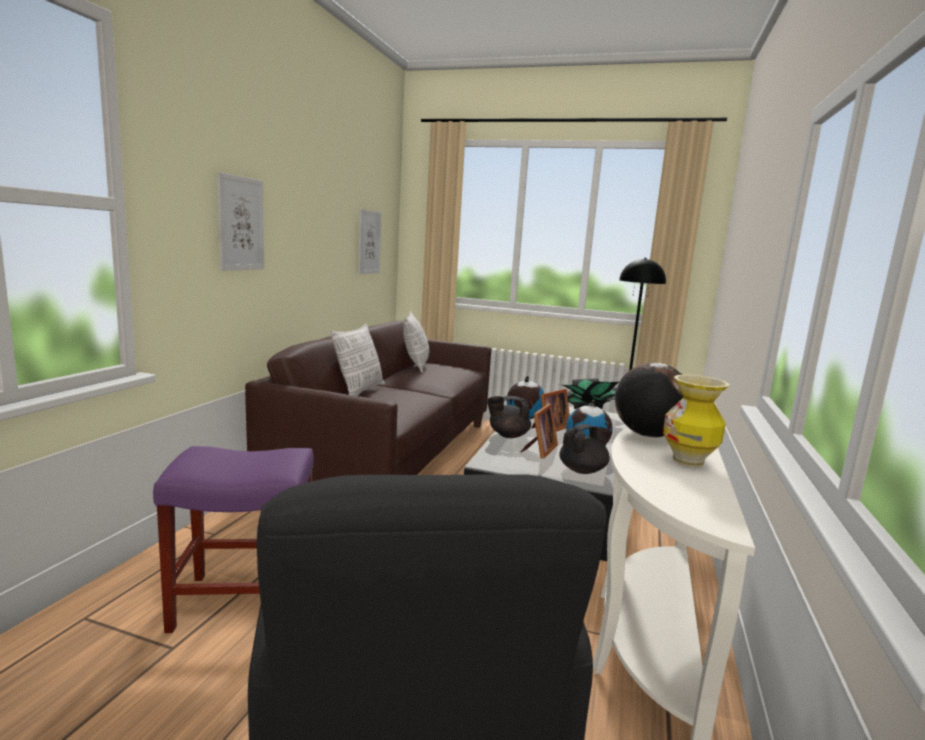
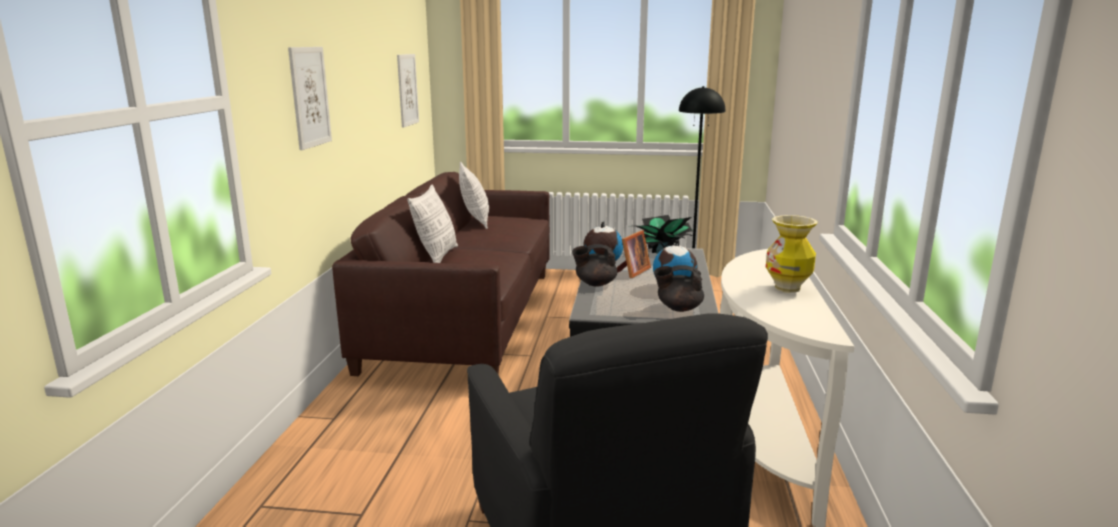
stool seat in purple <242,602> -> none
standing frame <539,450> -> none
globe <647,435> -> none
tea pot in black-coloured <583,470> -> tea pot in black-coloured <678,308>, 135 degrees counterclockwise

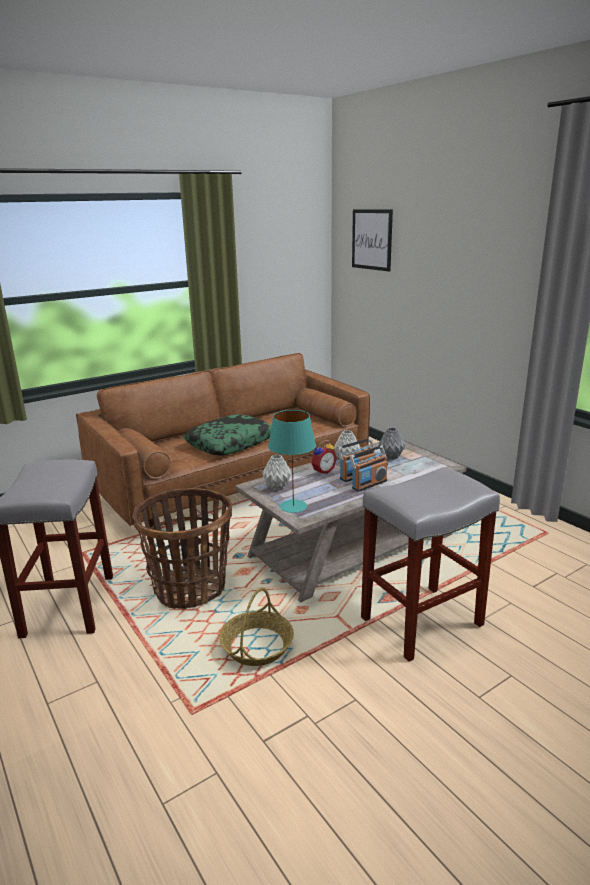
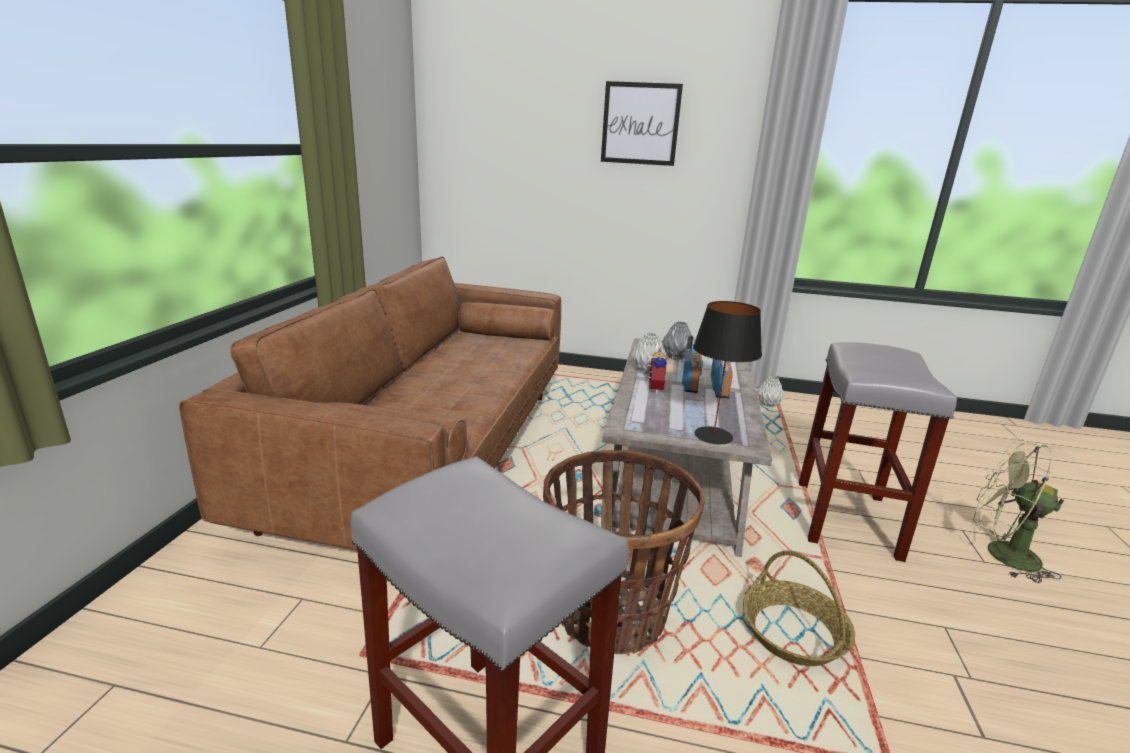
pillow <230,443> -> none
none -> fan in greenish <1000,554>
vase in grey <278,487> -> vase in grey <769,405>, move
picture <372,239> -> picture <640,124>, move
lamp for a table in turquoise <293,506> -> lamp for a table in black-coloured <712,435>

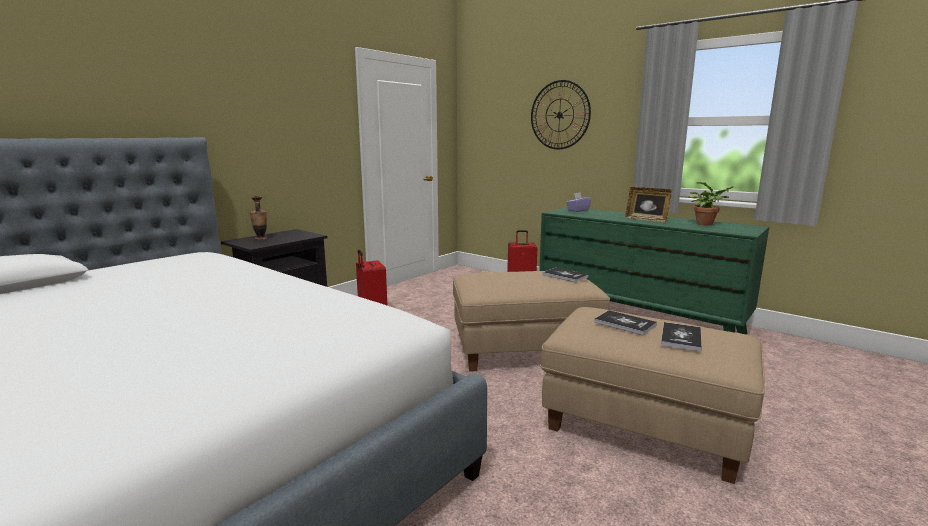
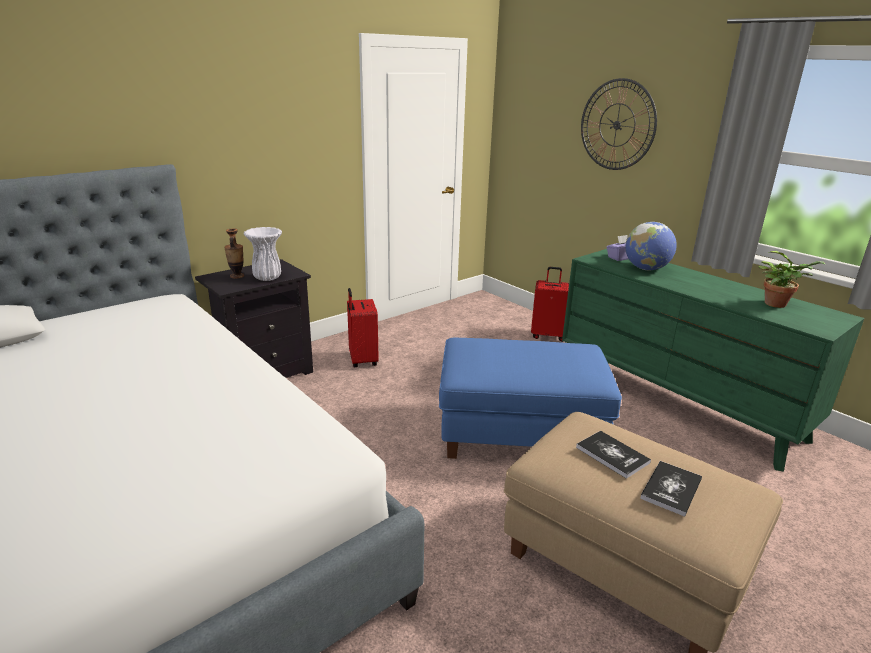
bound book <565,276> -> none
standing frame <646,220> -> none
none -> vase in white-coloured <266,278>
none -> globe <646,269>
pouffe in sand-coloured <524,349> -> pouffe in blue-coloured <520,433>

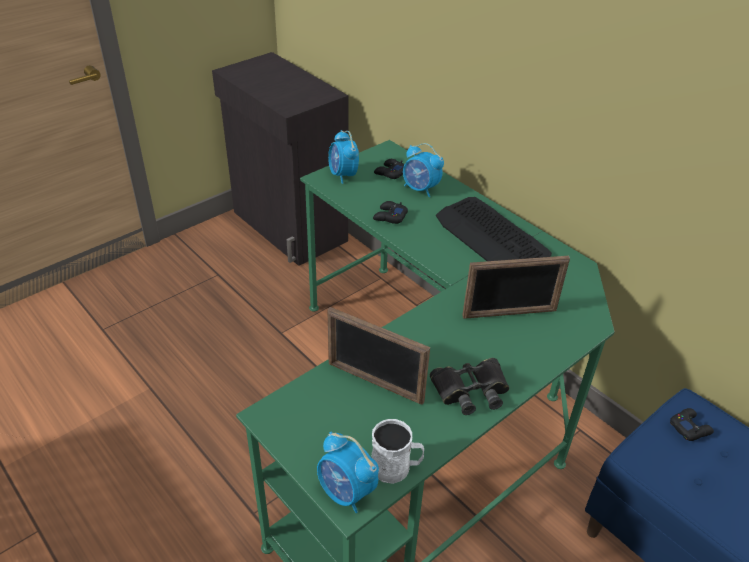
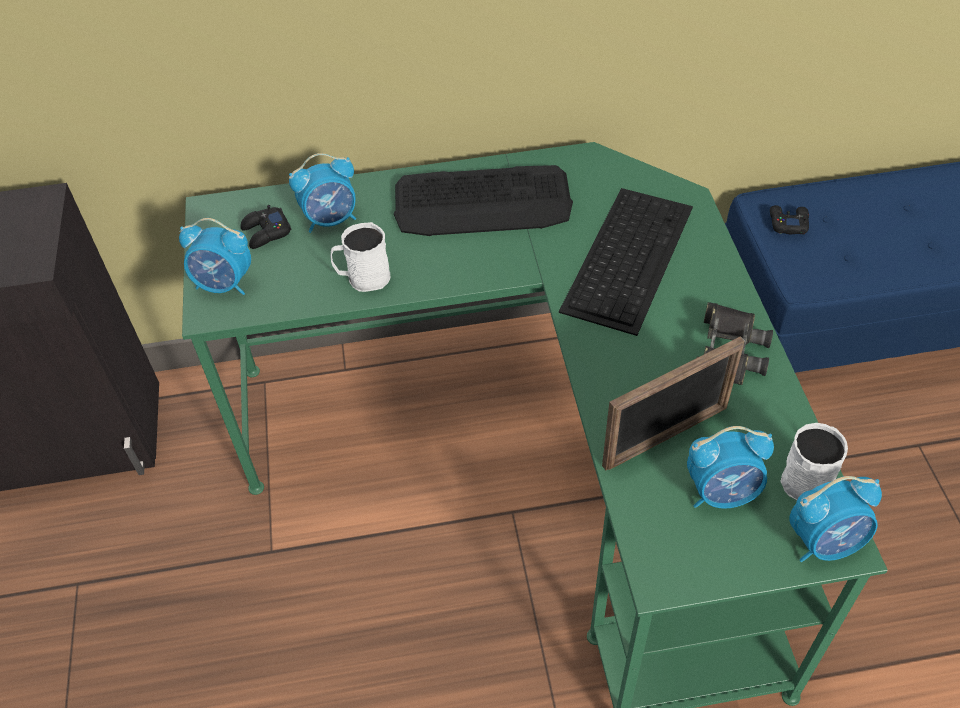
none -> alarm clock <722,492>
game controller in black-coloured <389,216> -> tea mug in white-coloured <363,278>
standing frame <509,314> -> PC keyboard <628,256>

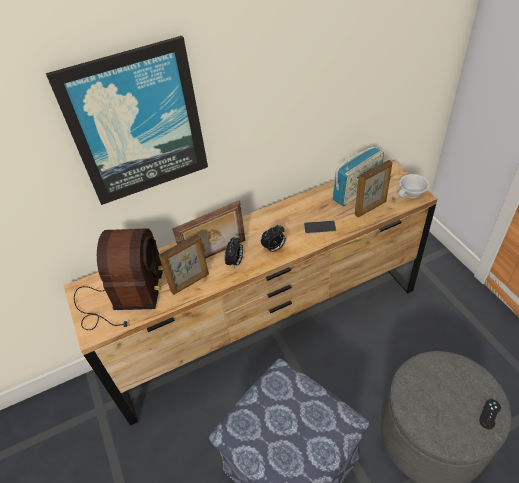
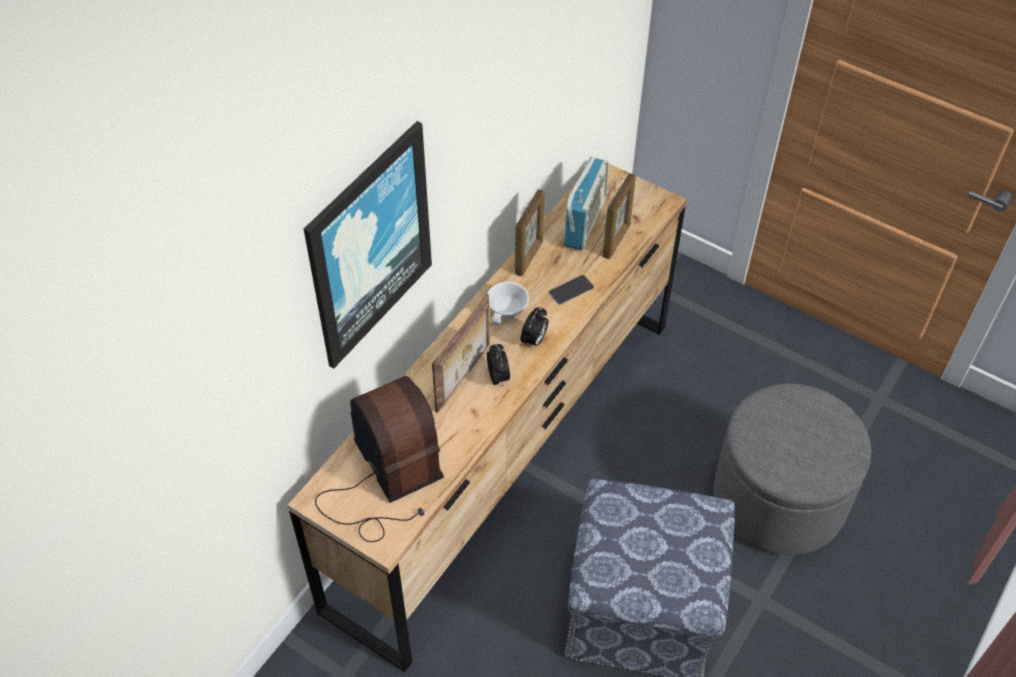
game controller in black-coloured <489,414> -> none
standing frame <190,283> -> standing frame <529,257>, move
small cup in white-coloured <412,193> -> small cup in white-coloured <508,311>, move

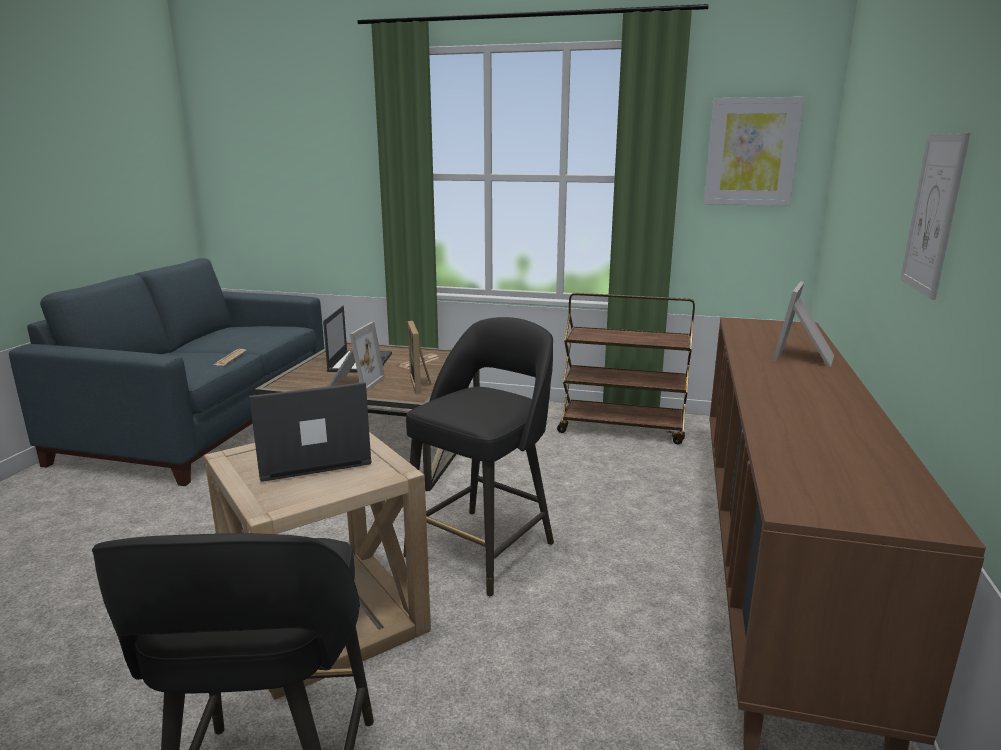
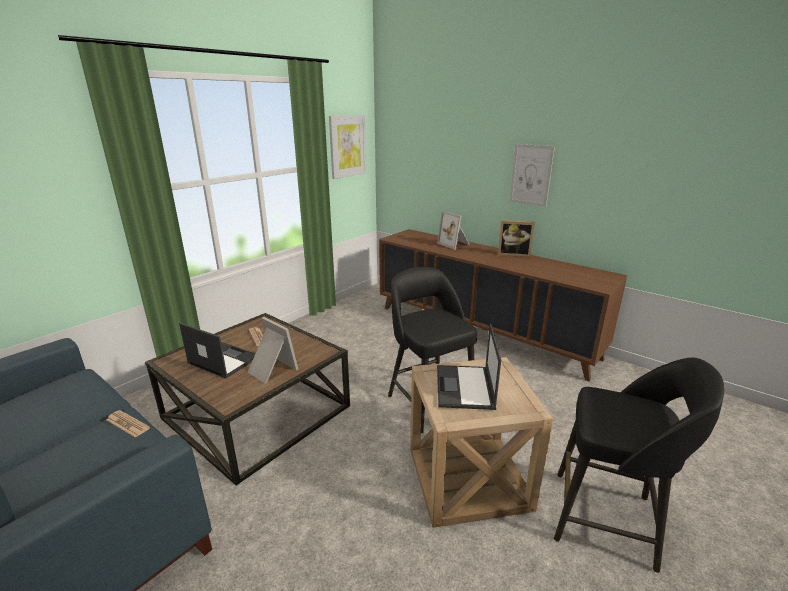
cart in brown-coloured <622,428> -> none
standing frame <421,384> -> standing frame <513,254>, move

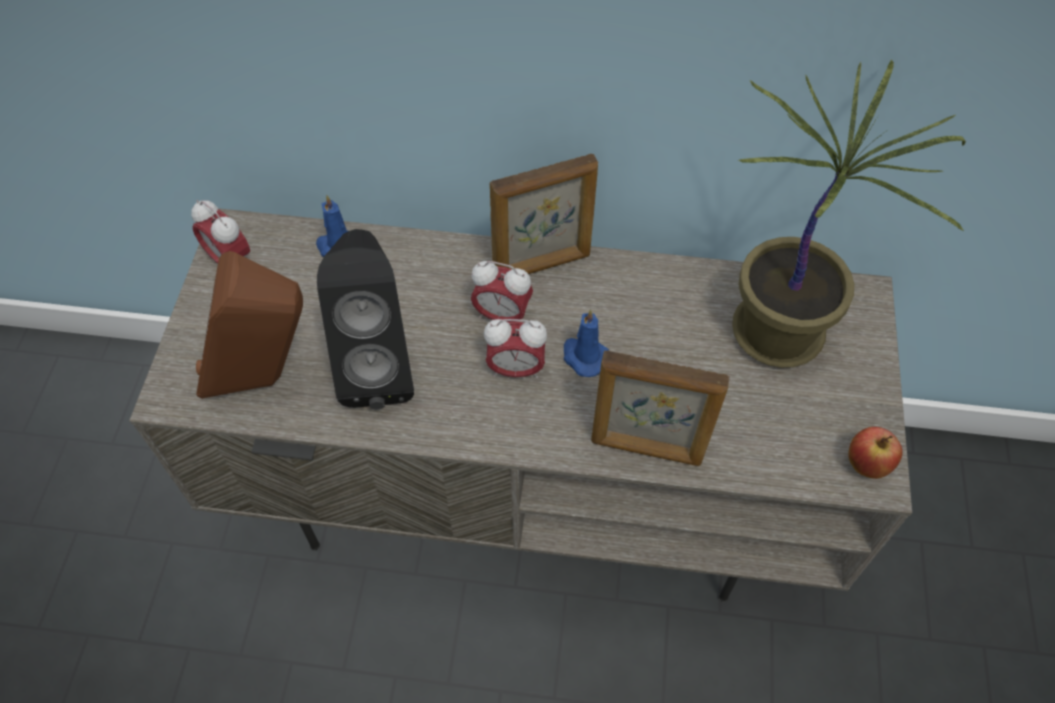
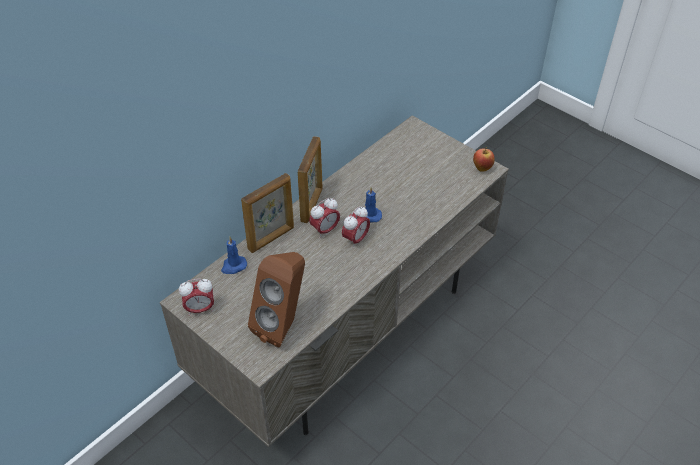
loudspeaker in black-coloured <378,366> -> none
plant in a pot <779,331> -> none
standing frame <646,449> -> standing frame <271,238>, move

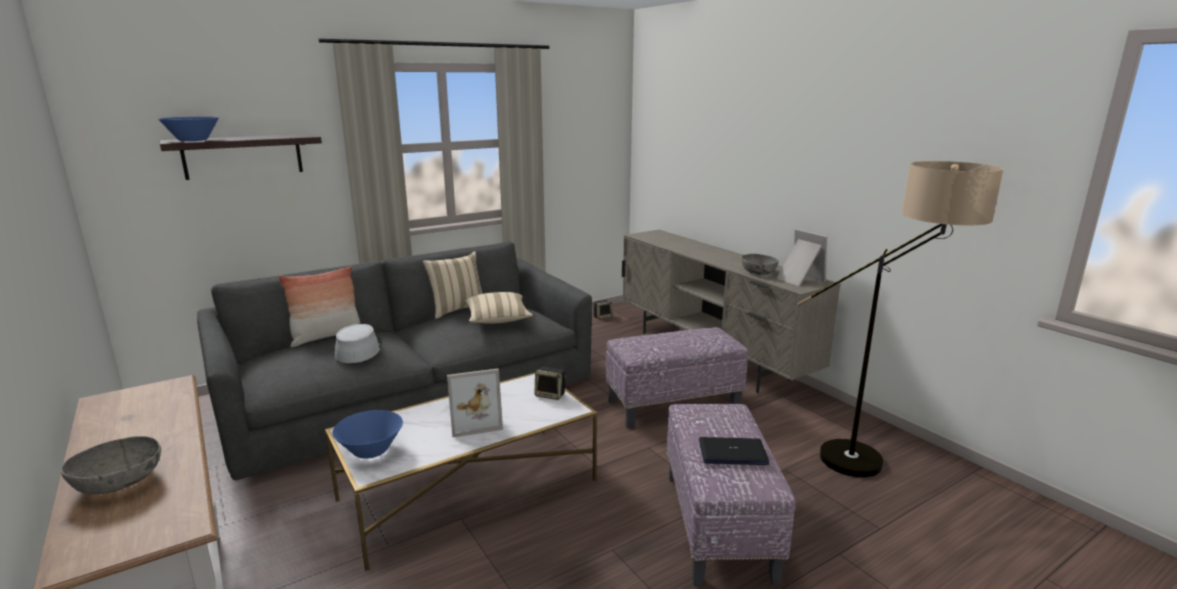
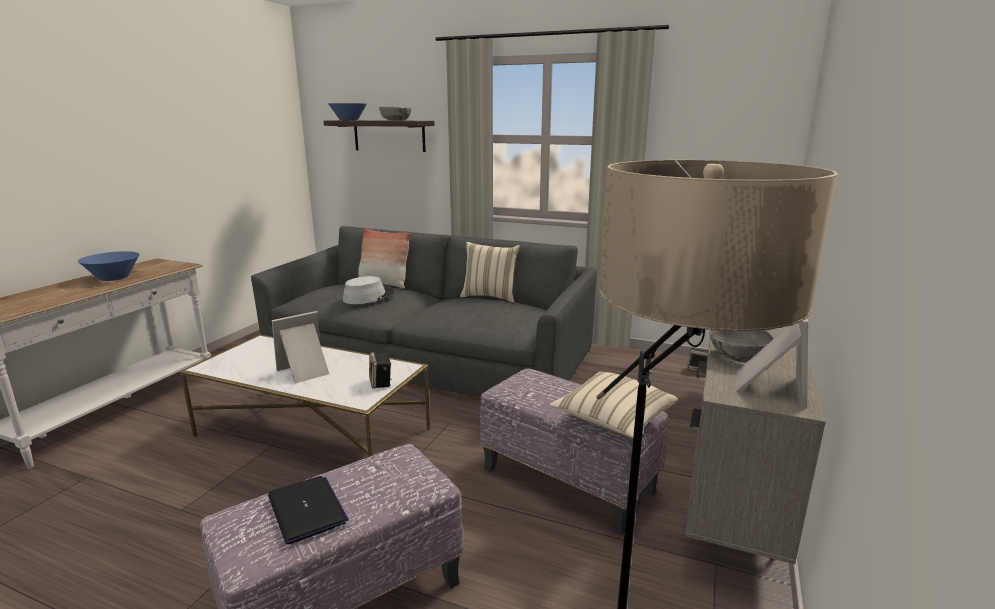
bowl in grey <119,482> -> bowl in grey <396,120>, move
bowl in blue-coloured <371,451> -> bowl in blue-coloured <114,278>, move
pillow in sand-coloured <497,320> -> pillow in sand-coloured <613,420>, move
standing frame <475,421> -> standing frame <305,371>, 105 degrees clockwise

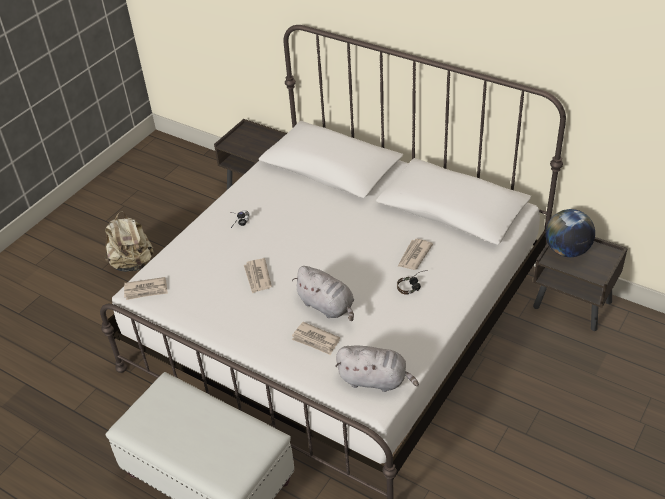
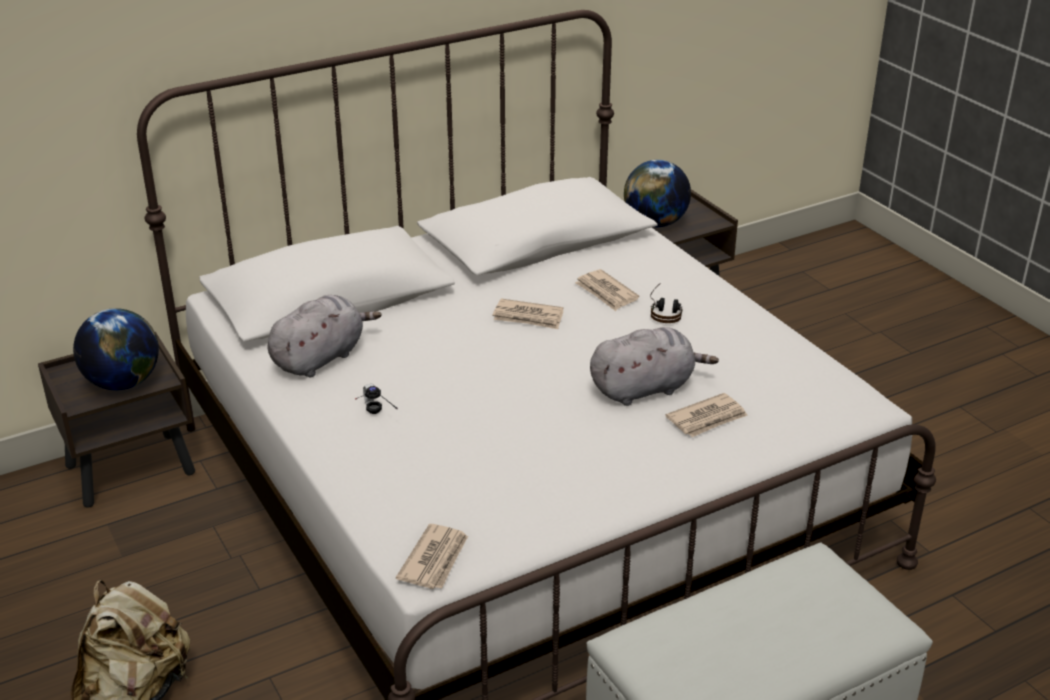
none -> globe <123,383>
newspaper <257,277> -> newspaper <528,317>, move
cuddly toy in grey <375,380> -> cuddly toy in grey <320,358>, move

